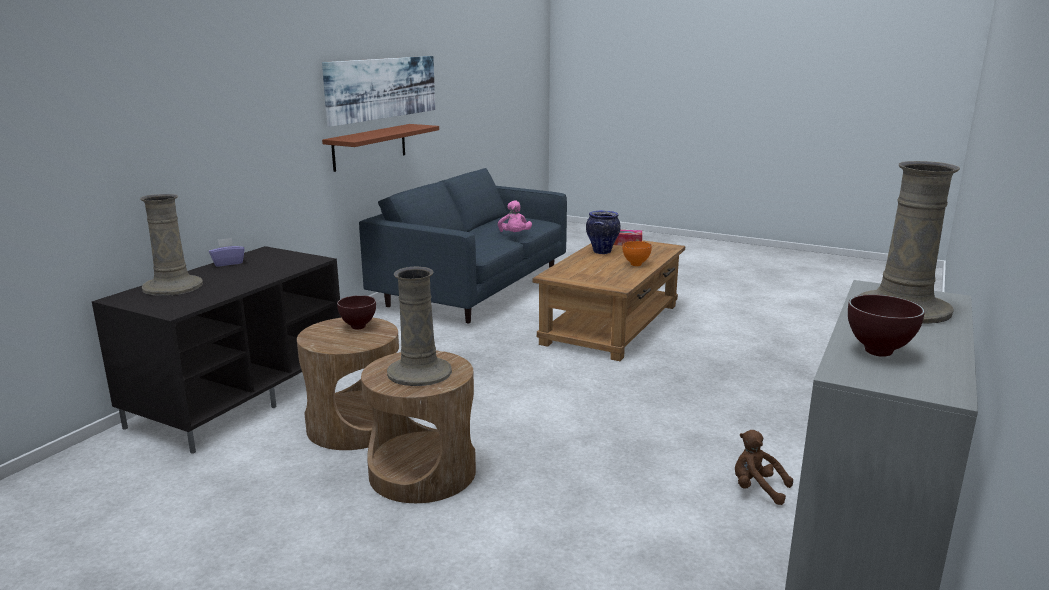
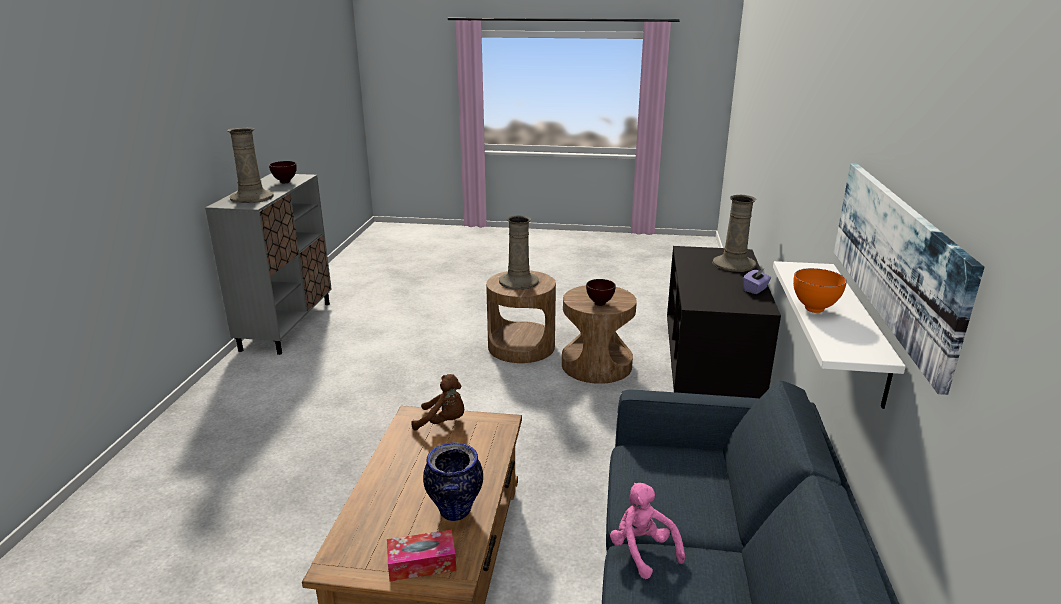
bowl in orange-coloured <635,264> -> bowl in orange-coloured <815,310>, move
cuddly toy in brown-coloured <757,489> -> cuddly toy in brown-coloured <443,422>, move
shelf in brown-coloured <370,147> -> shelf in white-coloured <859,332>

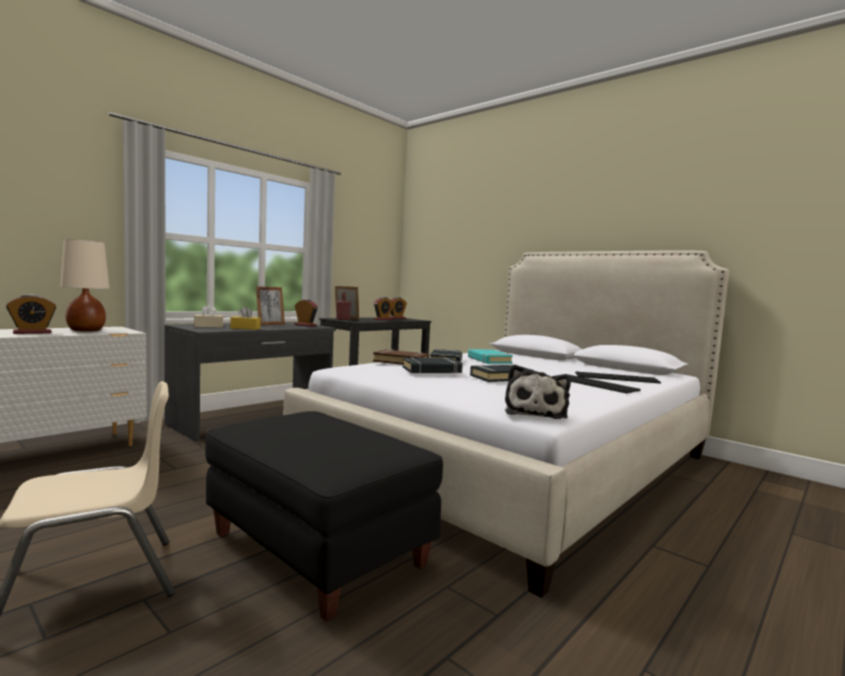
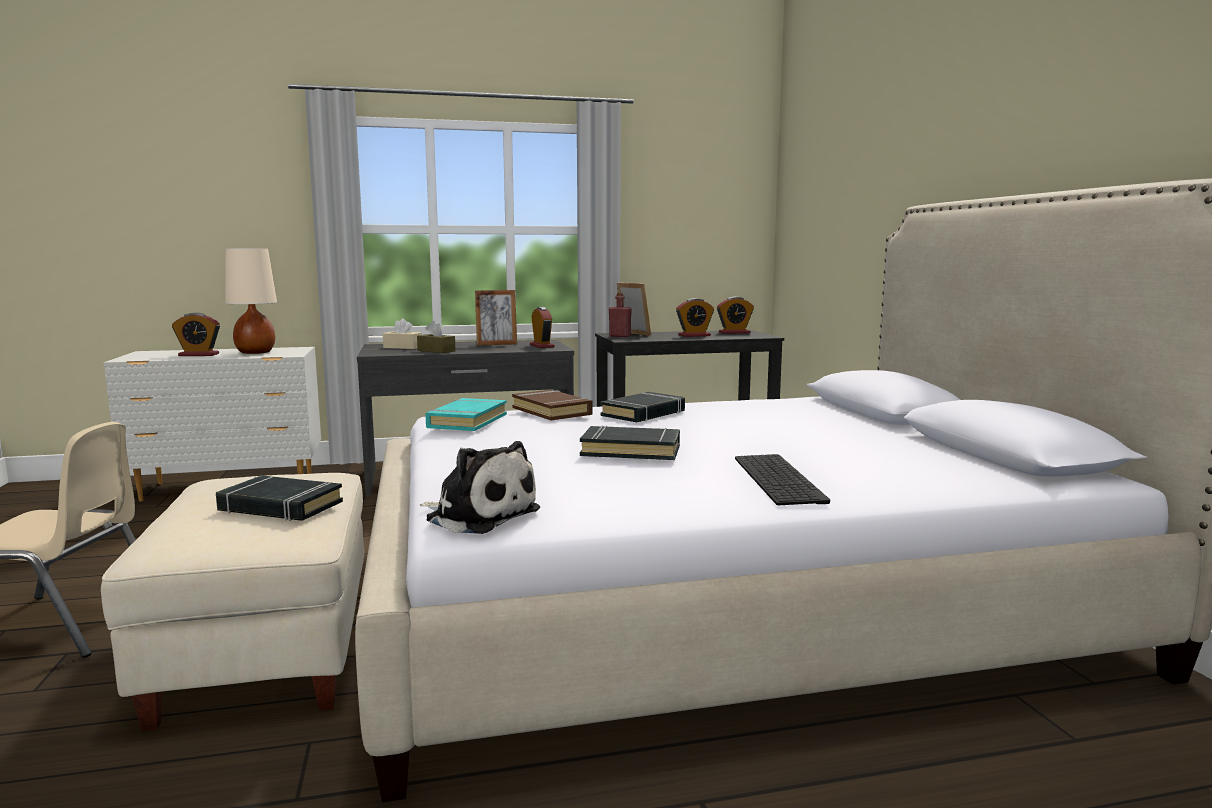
PC keyboard <617,378> -> none
bound book in black-coloured <432,370> -> bound book in black-coloured <280,507>, move
bound book in turquoise <488,360> -> bound book in turquoise <467,421>, move
pouffe in black-coloured <318,548> -> pouffe in sand-coloured <268,651>
tissue holder in yellowish <245,328> -> tissue holder in brown-coloured <436,351>
cuddly toy <536,412> -> cuddly toy <479,515>, 105 degrees counterclockwise

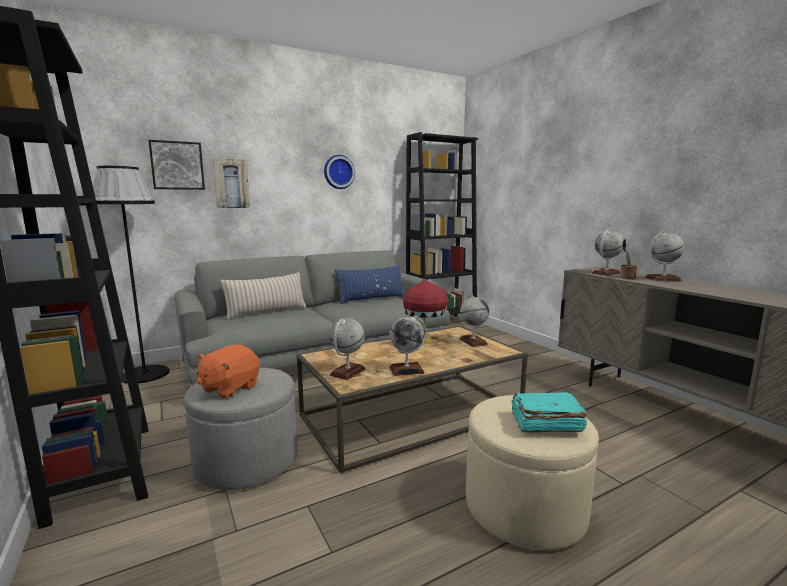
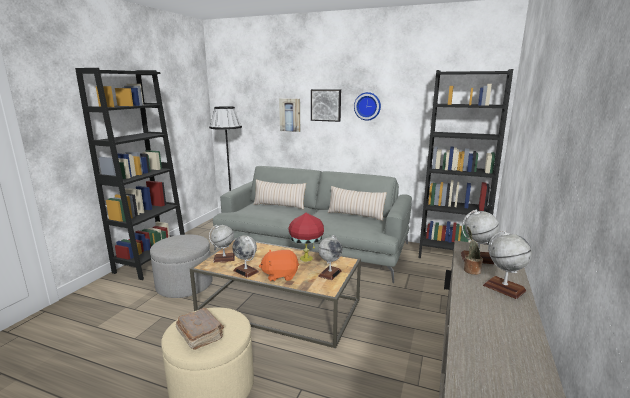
picture <177,165> -> picture <326,105>, move
cuddly toy in orange-coloured <229,388> -> cuddly toy in orange-coloured <280,275>, move
pillow in blue-coloured <371,299> -> pillow in sand-coloured <355,215>
bound book in turquoise <545,424> -> bound book in brown-coloured <200,335>

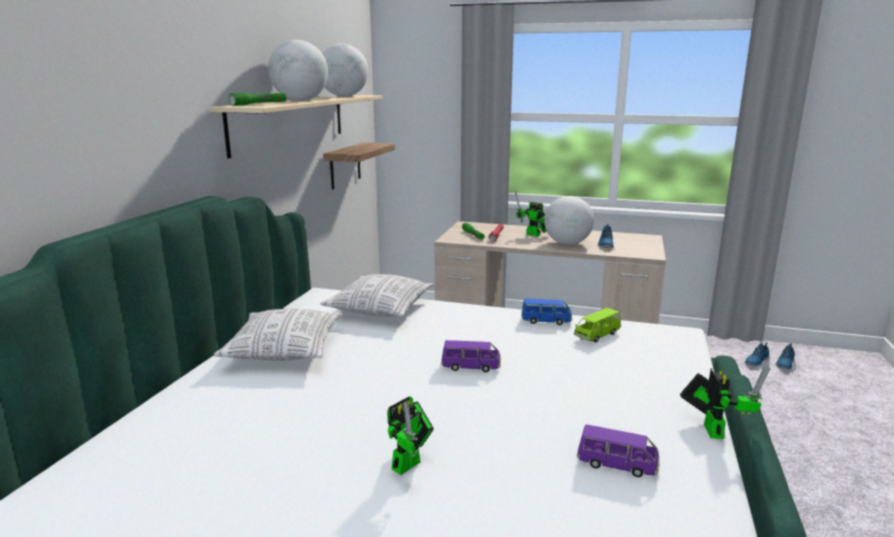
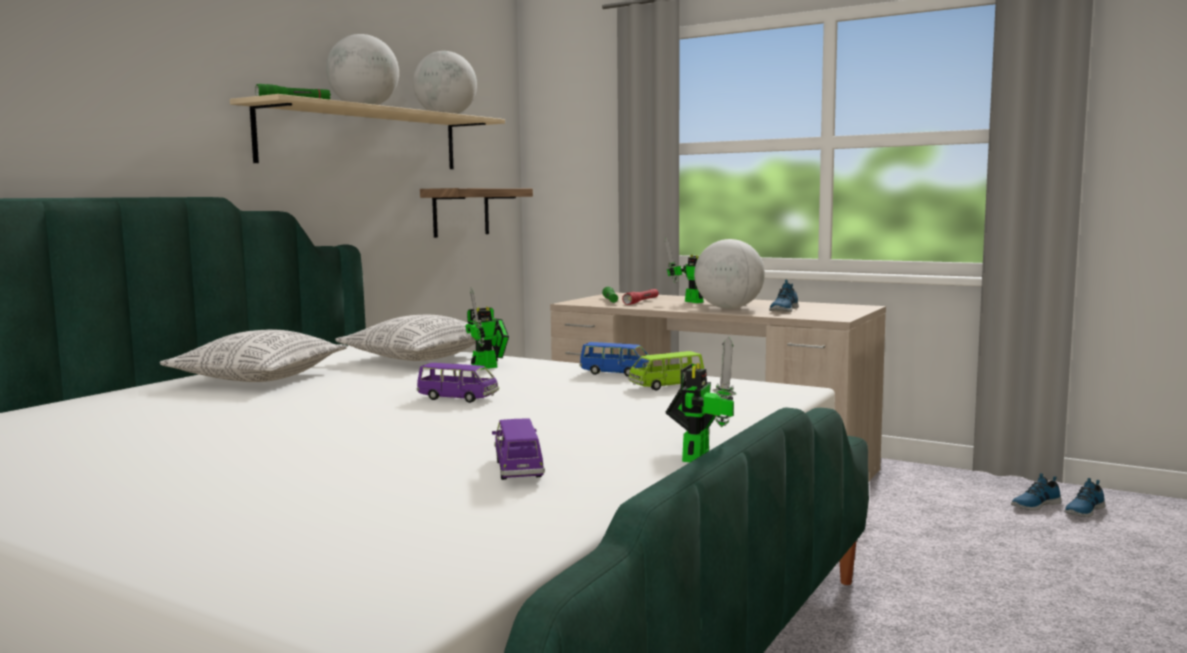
model robot <409,463> -> model robot <488,367>, move
miniature car in purple <617,464> -> miniature car in purple <518,469>, 135 degrees counterclockwise

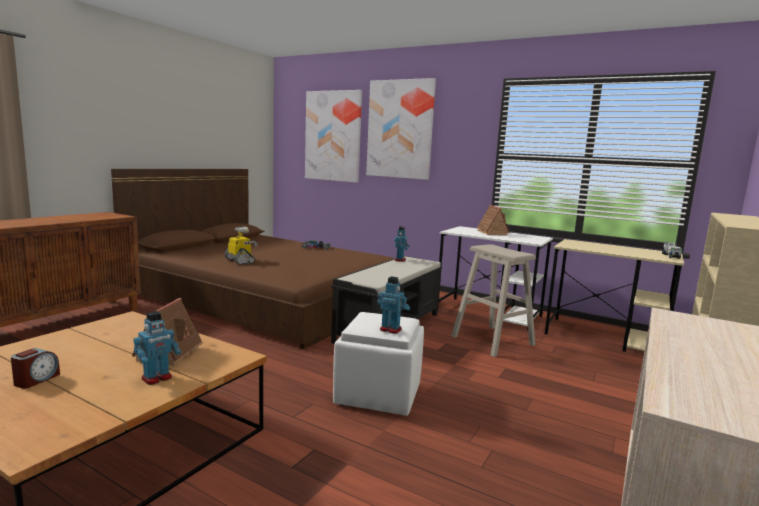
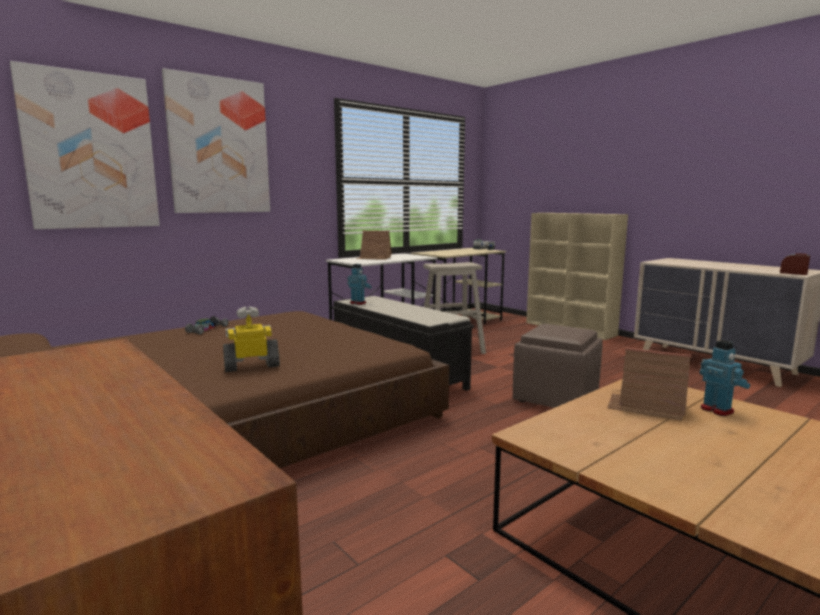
model robot <391,329> -> none
alarm clock <36,380> -> alarm clock <793,273>, move
pouffe in white-coloured <377,394> -> pouffe in brown-coloured <556,398>

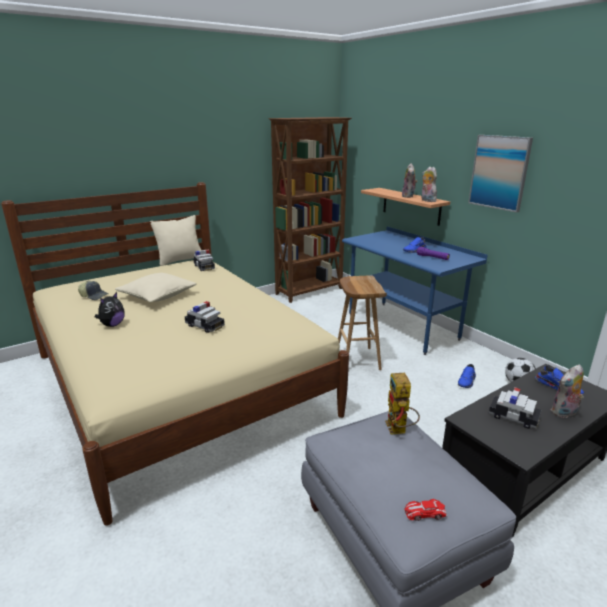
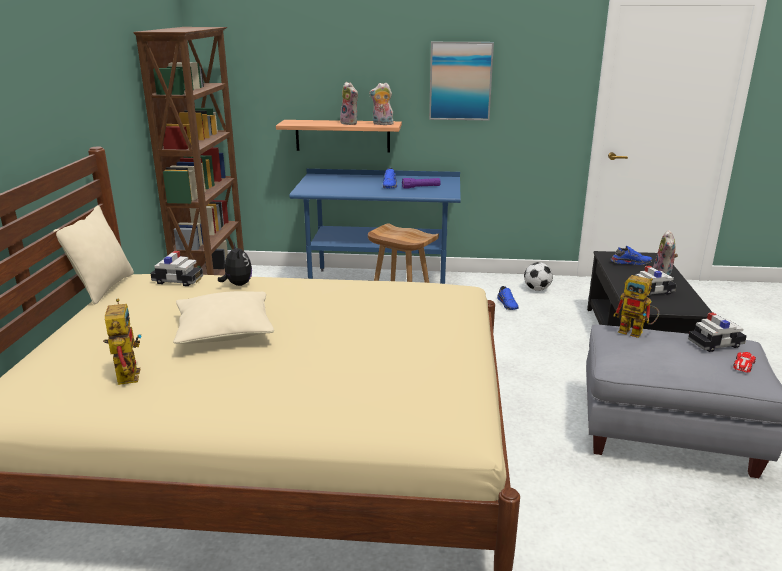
cuddly toy <112,325> -> cuddly toy <237,284>, move
miniature car <205,326> -> miniature car <715,344>, move
baseball cap <94,296> -> model robot <126,373>

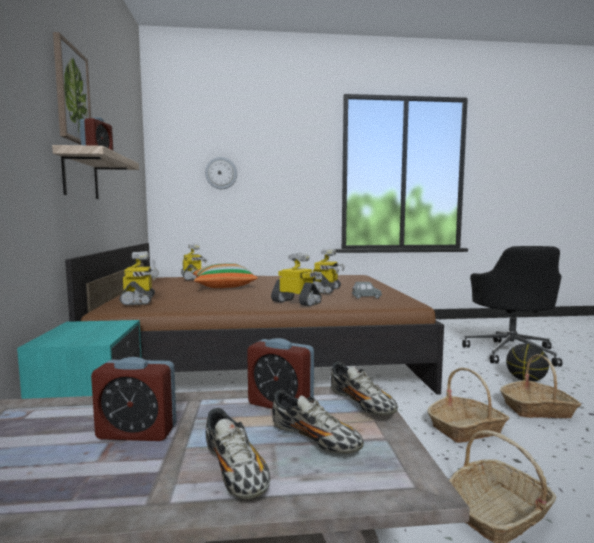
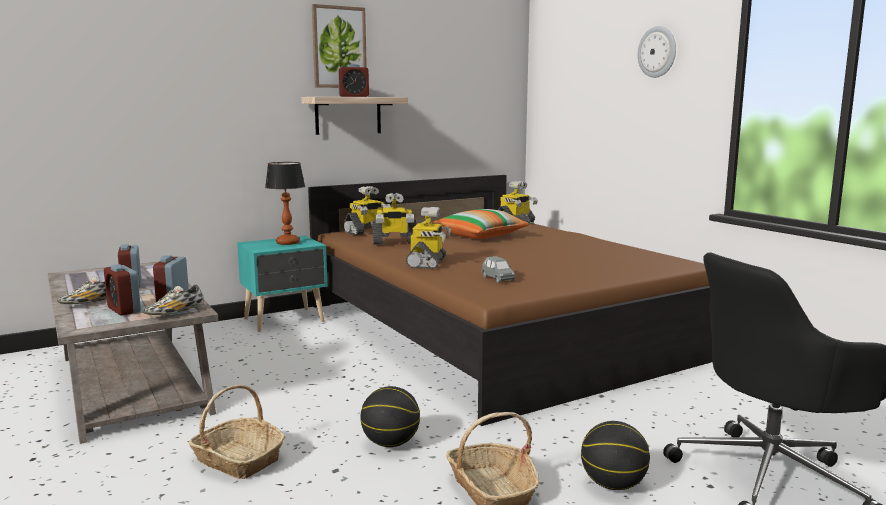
none -> lamp for a table <288,243>
wall clock <221,173> -> wall clock <657,52>, move
model robot <326,290> -> model robot <394,242>, move
shoe <315,441> -> alarm clock <124,310>
basket <466,429> -> basketball <390,443>

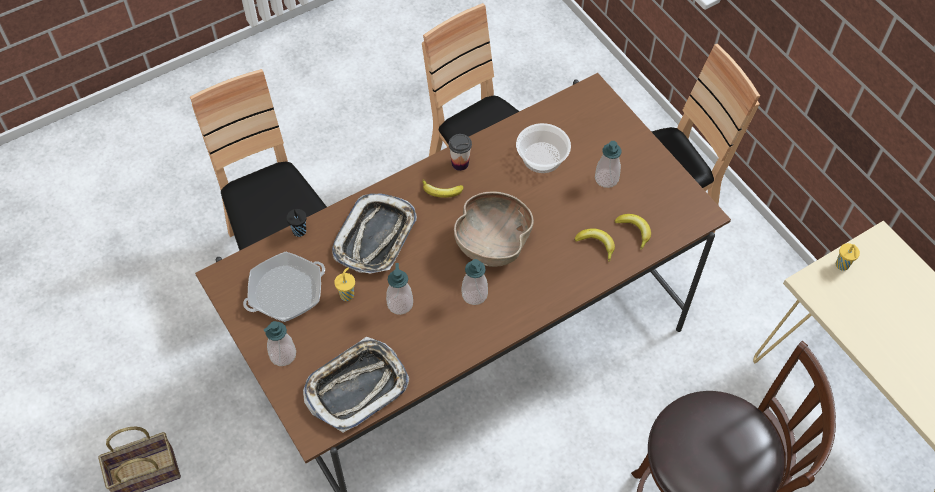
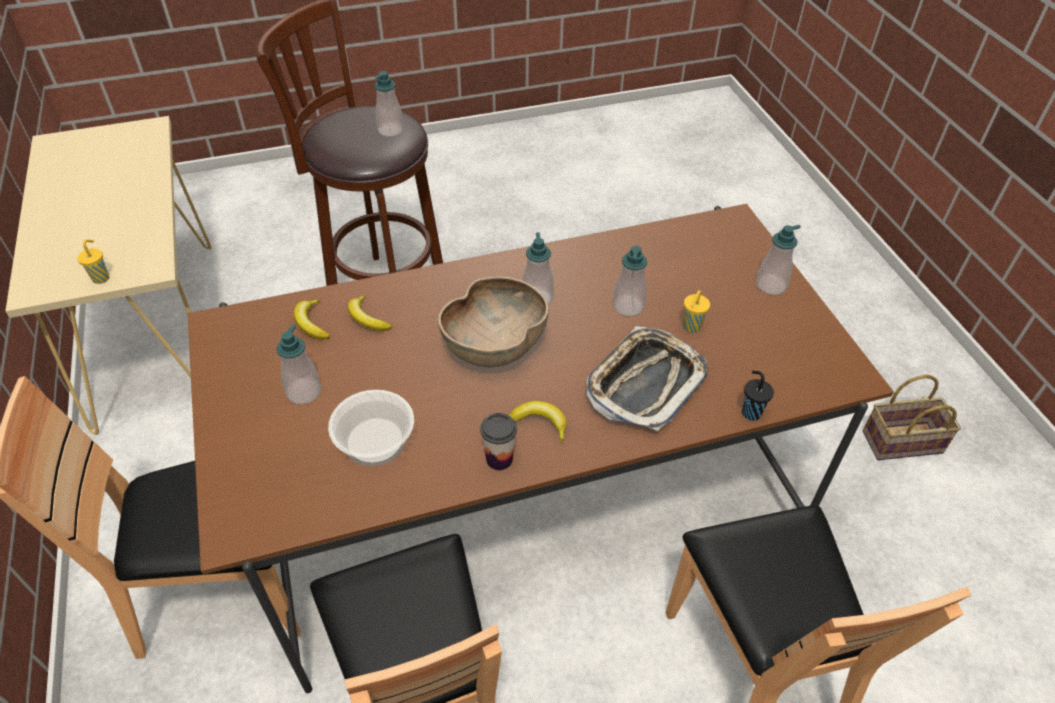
skillet <286,291> -> none
tray <356,387> -> none
none -> soap dispenser <390,130>

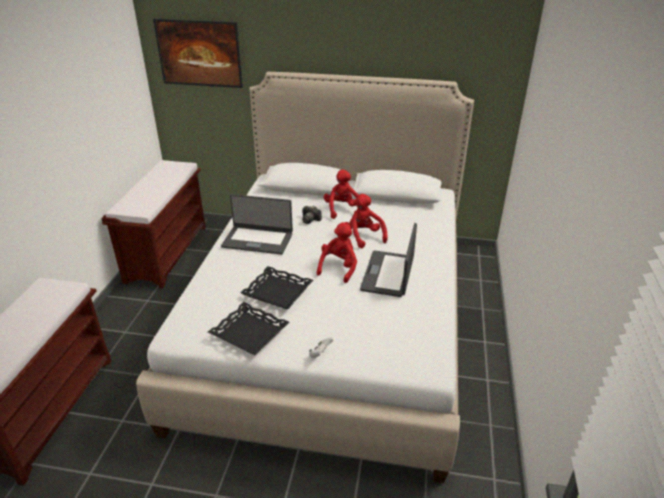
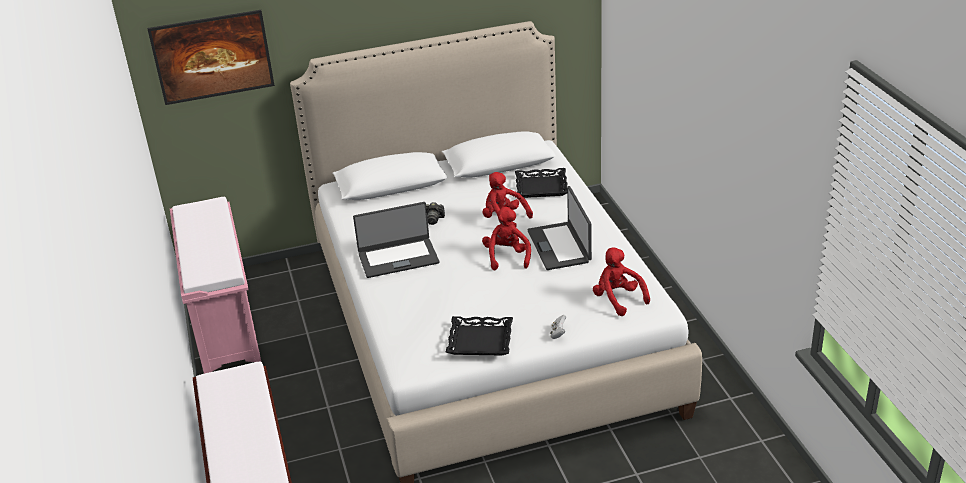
tray in black-coloured <277,292> -> tray in black-coloured <541,187>, move
cuddly toy in reddish <342,210> -> cuddly toy in reddish <618,299>, move
long seat in brown-coloured <167,252> -> long seat in pinkish <224,324>

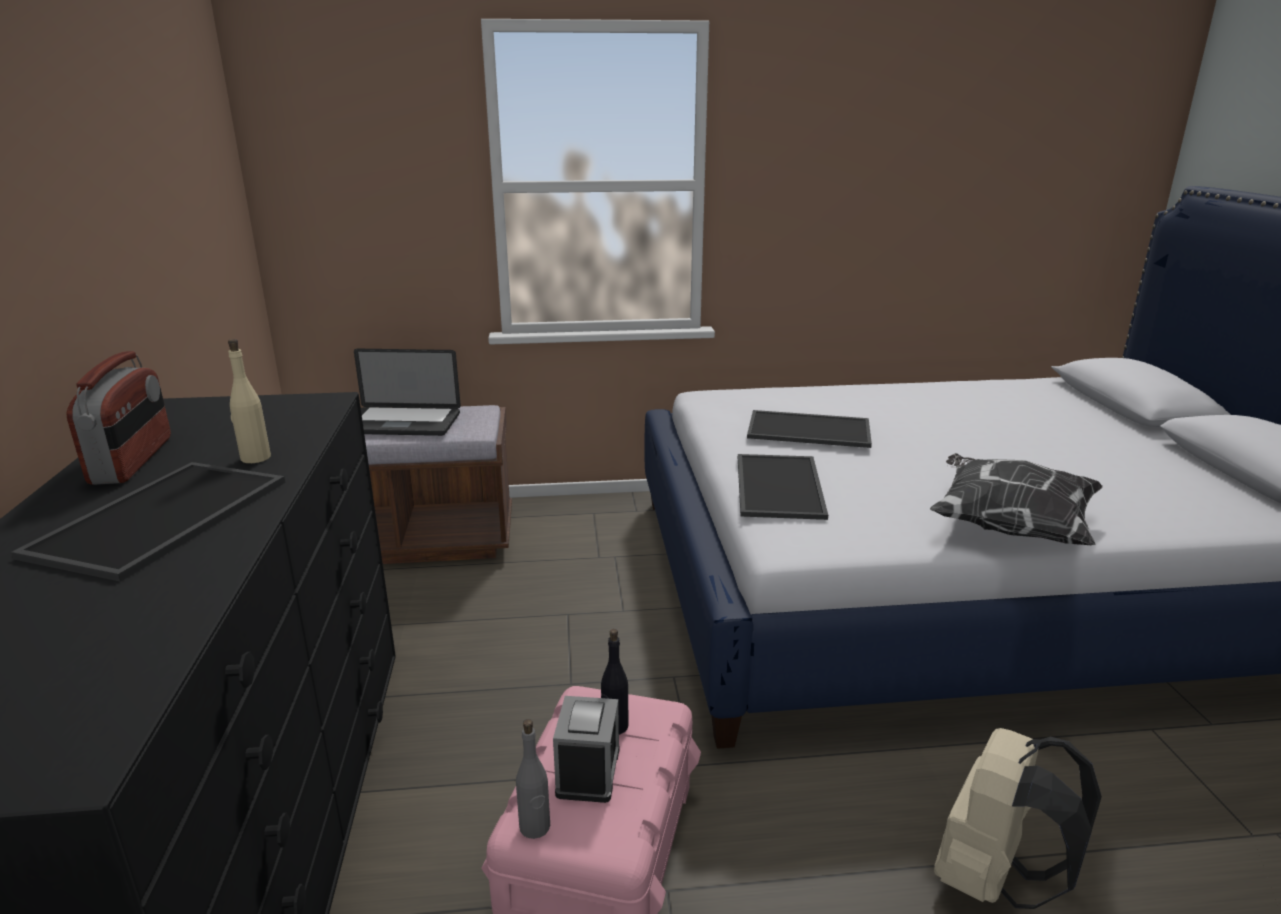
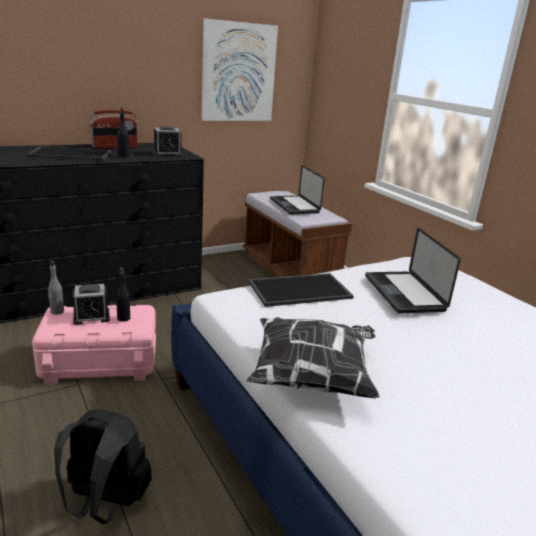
none -> alarm clock <167,154>
none -> picture <239,73>
tray <810,429> -> laptop <403,293>
beverage bottle in sand-coloured <255,458> -> beverage bottle in black-coloured <123,156>
knapsack in sand-coloured <993,879> -> knapsack in black-coloured <104,503>

